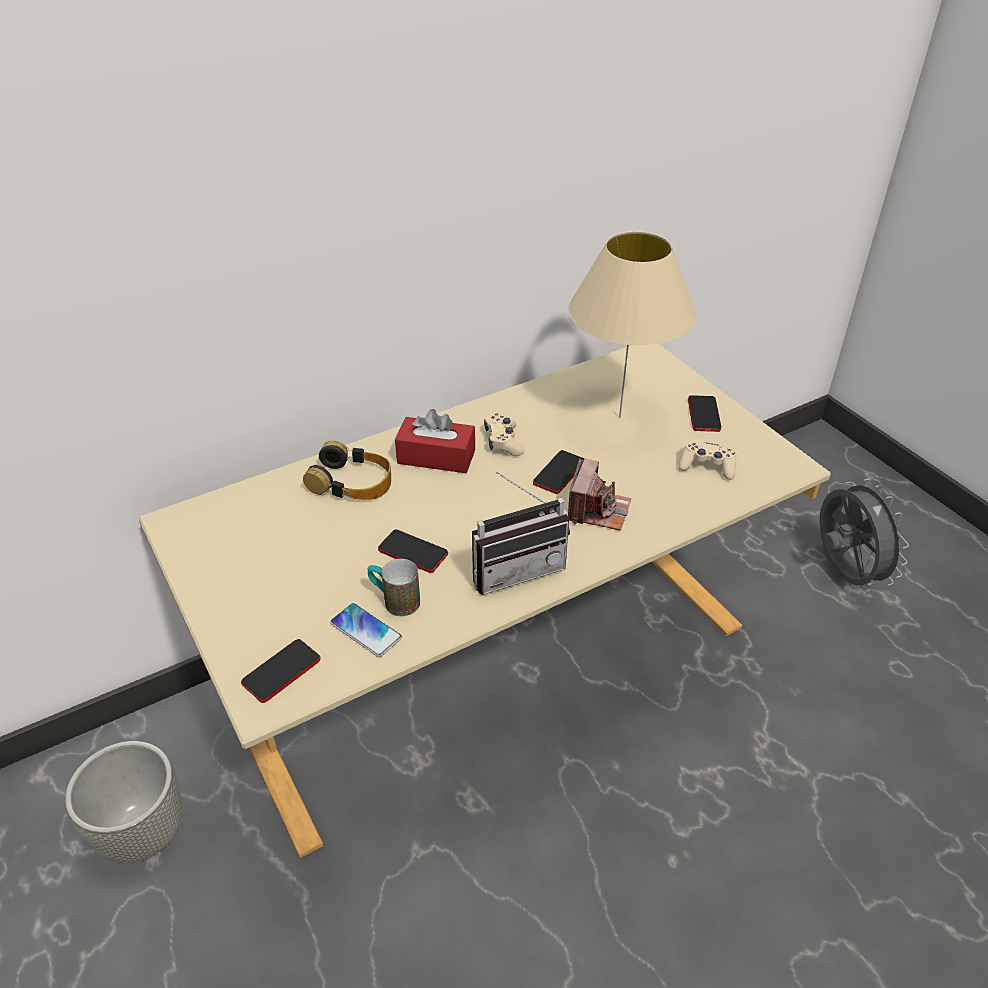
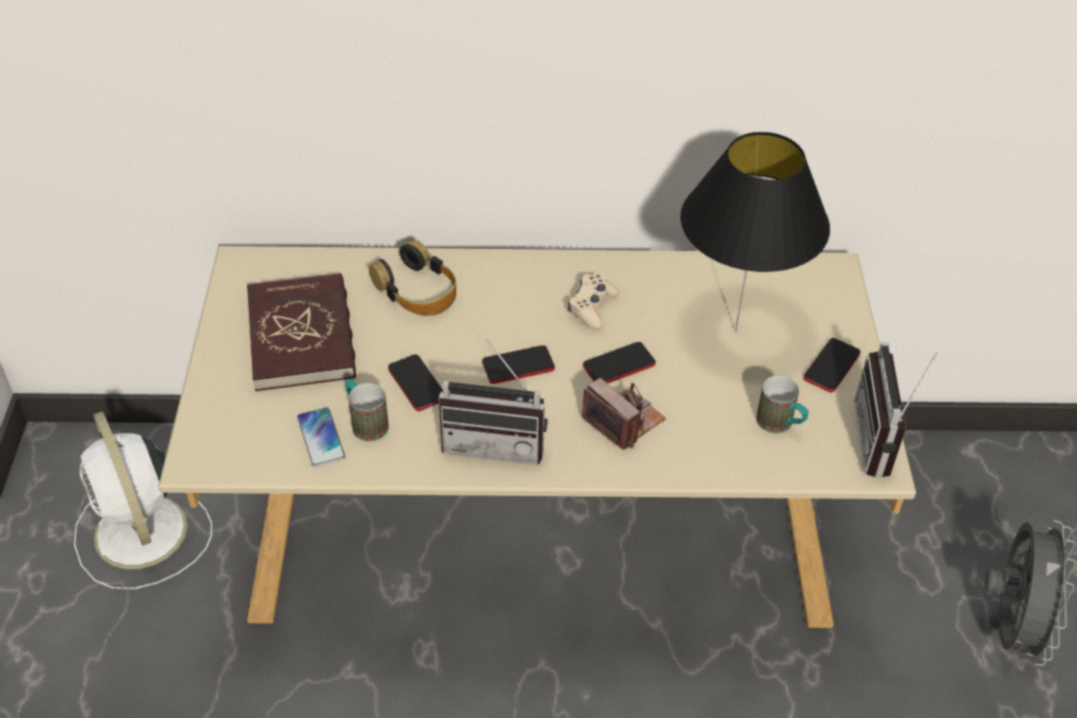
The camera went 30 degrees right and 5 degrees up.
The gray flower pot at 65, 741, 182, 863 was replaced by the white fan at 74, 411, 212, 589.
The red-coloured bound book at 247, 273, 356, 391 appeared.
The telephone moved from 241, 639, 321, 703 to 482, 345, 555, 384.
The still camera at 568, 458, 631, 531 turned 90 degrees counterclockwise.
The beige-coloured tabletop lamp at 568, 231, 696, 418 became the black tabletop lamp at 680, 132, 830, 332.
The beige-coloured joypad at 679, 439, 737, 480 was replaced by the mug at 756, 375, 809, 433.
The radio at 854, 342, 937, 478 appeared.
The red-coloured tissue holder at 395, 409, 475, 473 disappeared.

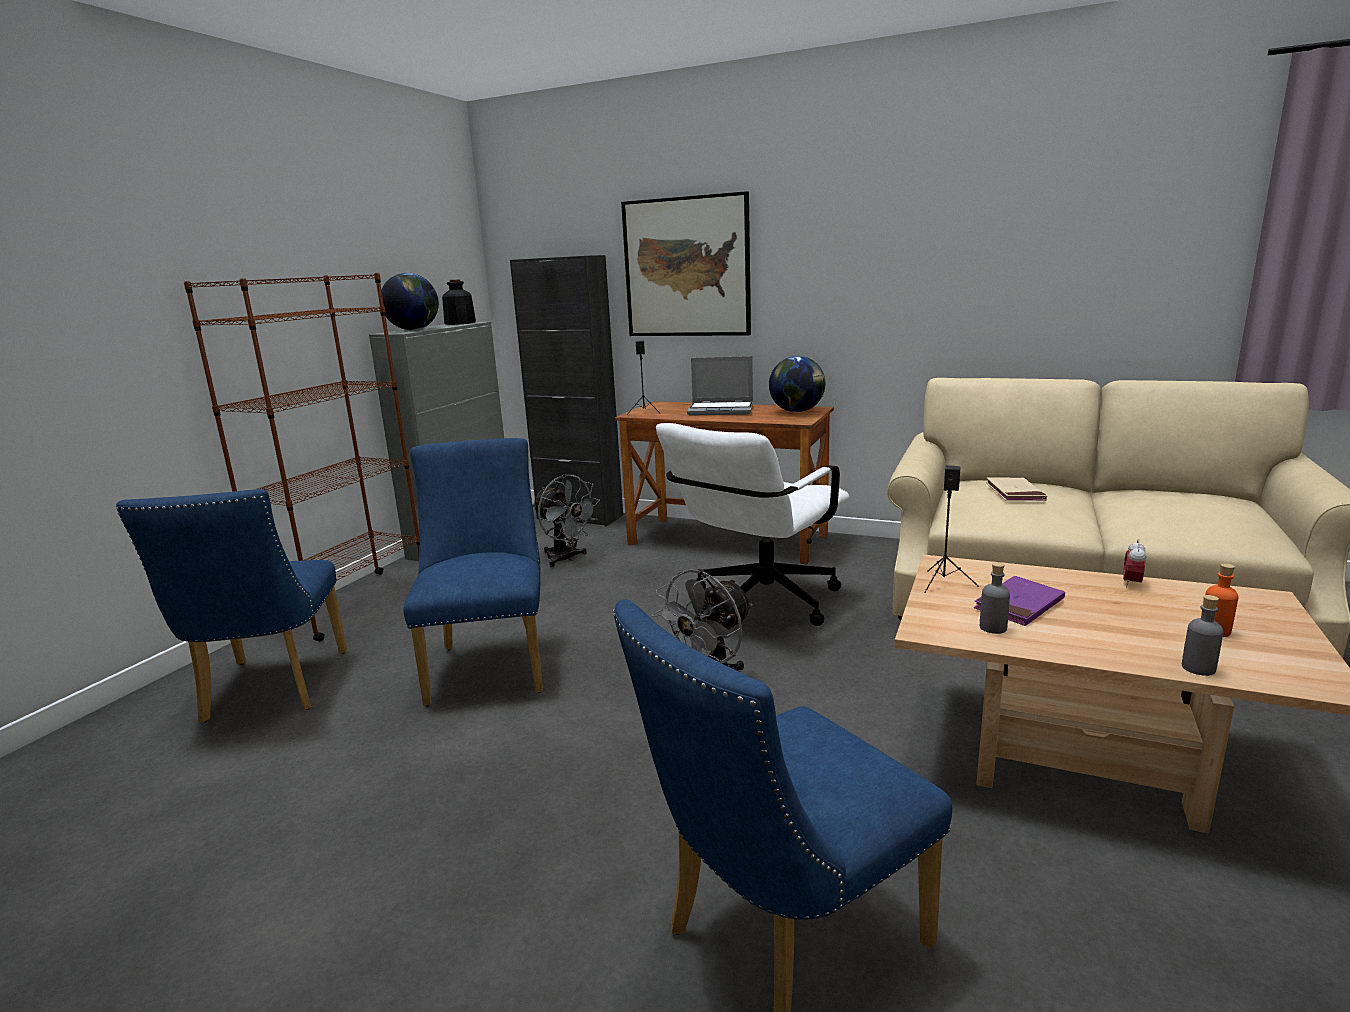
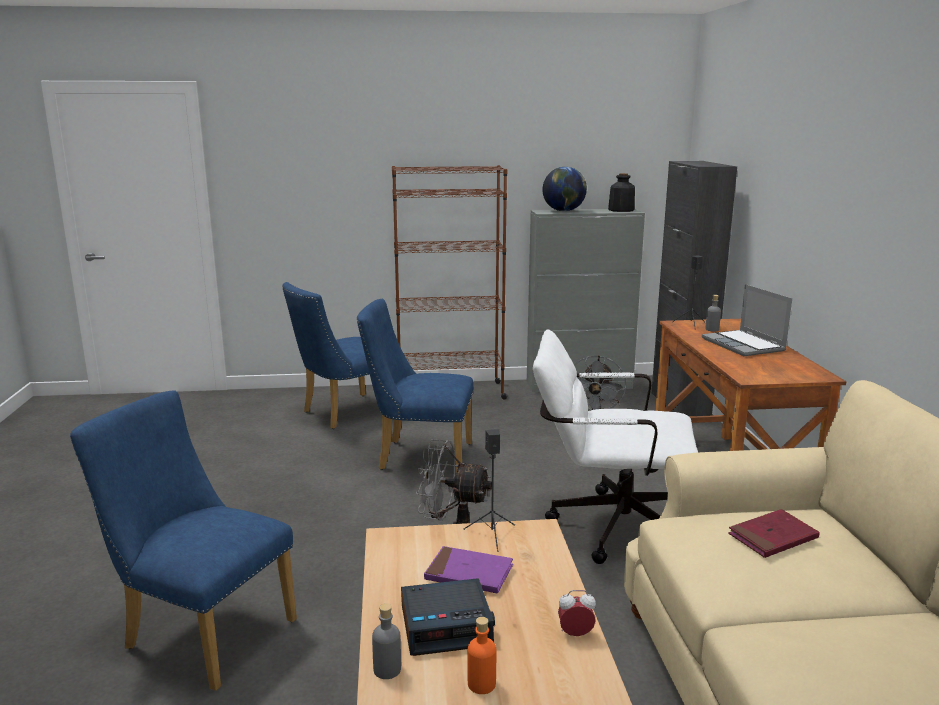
The camera went 60 degrees right and 0 degrees up.
The blue-coloured chair at 403, 438, 543, 706 turned 135 degrees counterclockwise.
The bedside clock at 401, 578, 495, 656 appeared.
The gray beverage bottle moved from 980, 562, 1010, 634 to 705, 295, 721, 331.
The beige-coloured bound book at 986, 477, 1047, 501 became the red-coloured bound book at 728, 509, 820, 558.
The picture at 621, 191, 751, 336 disappeared.
The globe at 769, 356, 825, 412 disappeared.

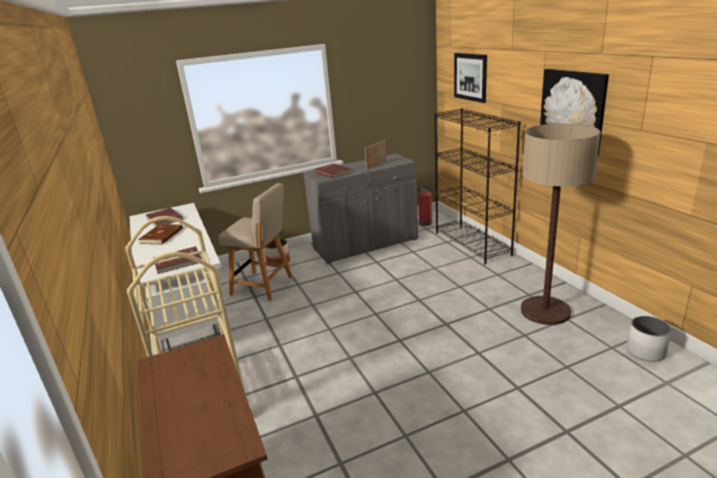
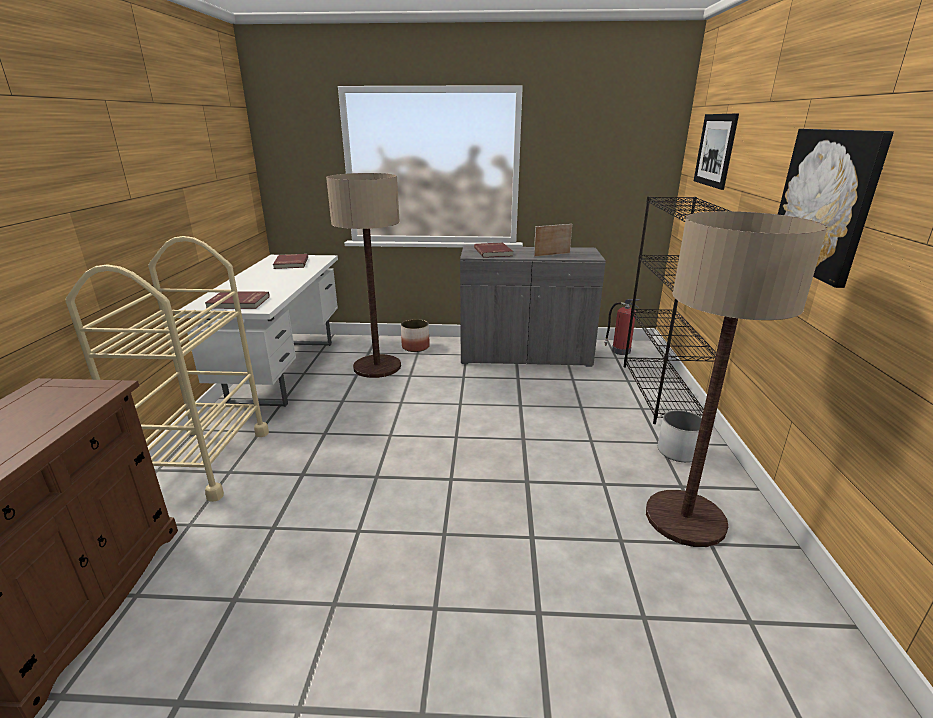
The camera went 25 degrees right and 0 degrees up.
The beige-coloured chair at 218, 183, 293, 301 was replaced by the standard lamp at 326, 173, 401, 378.
The white flower pot moved from 627, 316, 672, 361 to 658, 410, 702, 462.
The brownish bound book at 138, 224, 183, 244 disappeared.

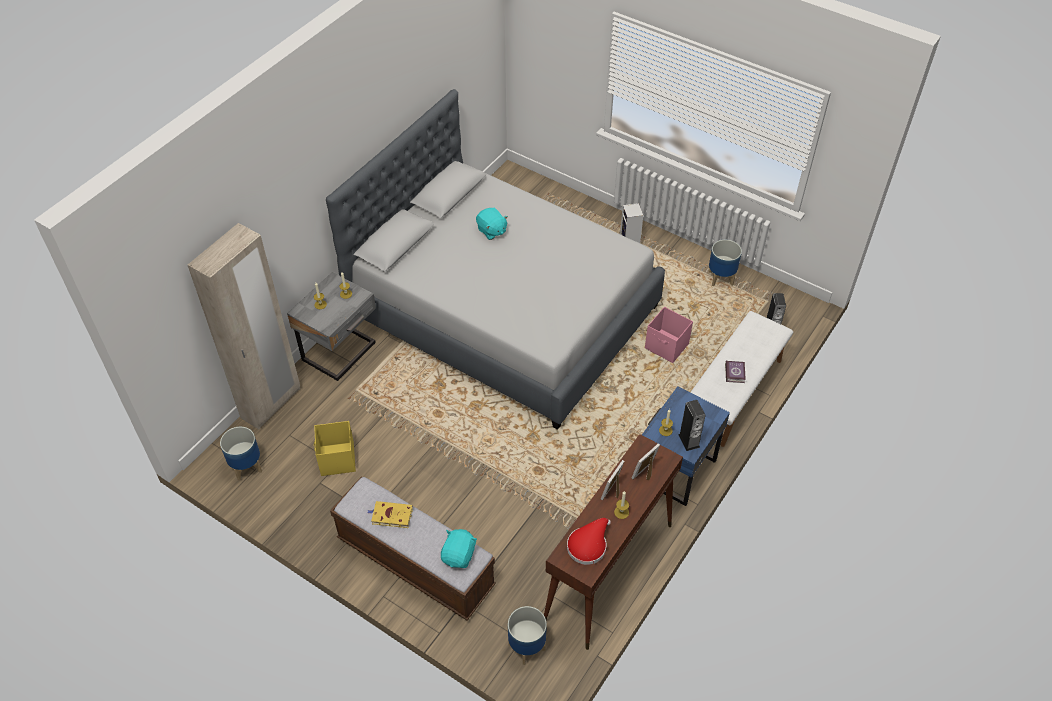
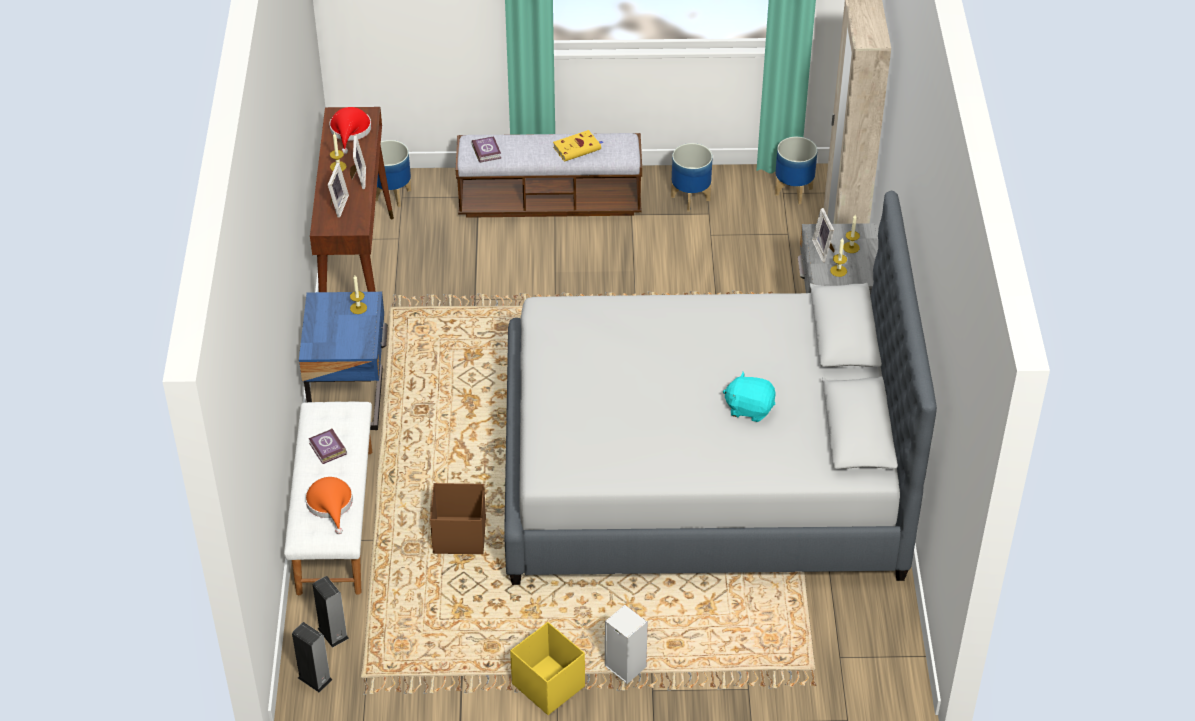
The camera went 145 degrees right and 5 degrees down.
The loudspeaker moved from 678, 400, 706, 451 to 292, 622, 333, 693.
The orangey wearable hat at 305, 477, 353, 534 appeared.
The pink storage bin at 645, 307, 693, 363 became the brownish storage bin at 430, 483, 486, 554.
The turquoise plush toy at 441, 529, 477, 568 was replaced by the bound book at 472, 136, 501, 163.
The yellow storage bin moved from 314, 421, 356, 476 to 510, 622, 585, 715.
The flower pot moved from 709, 240, 742, 286 to 671, 143, 713, 212.
The standing frame at 812, 208, 835, 262 appeared.

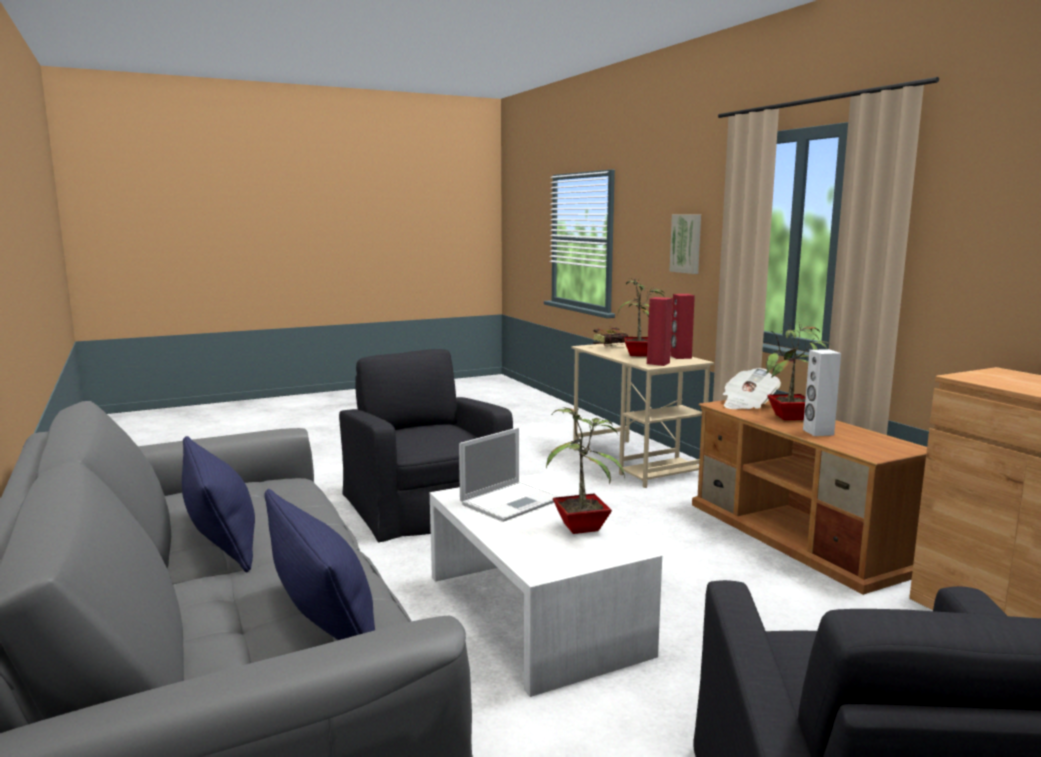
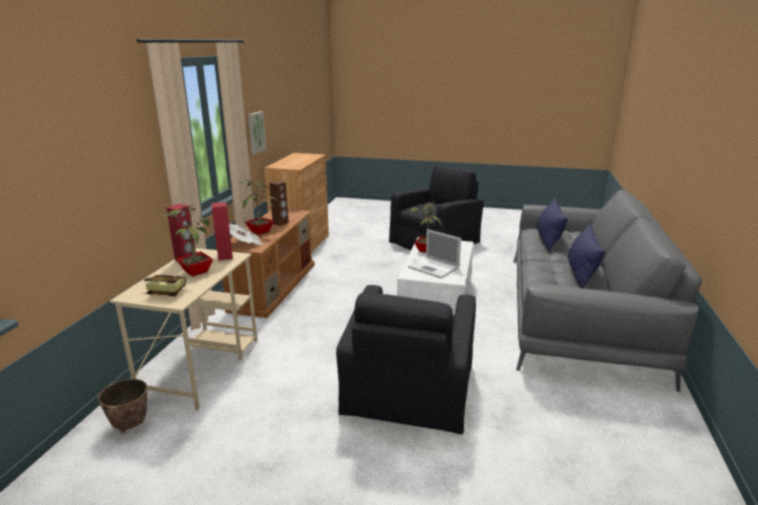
The camera went 140 degrees left and 10 degrees up.
The flower pot at 98, 379, 147, 433 appeared.
The picture moved from 670, 215, 701, 274 to 248, 111, 266, 154.
The white loudspeaker at 803, 349, 841, 436 became the brownish loudspeaker at 269, 181, 289, 226.
The notebook computer at 459, 427, 560, 522 turned 135 degrees counterclockwise.

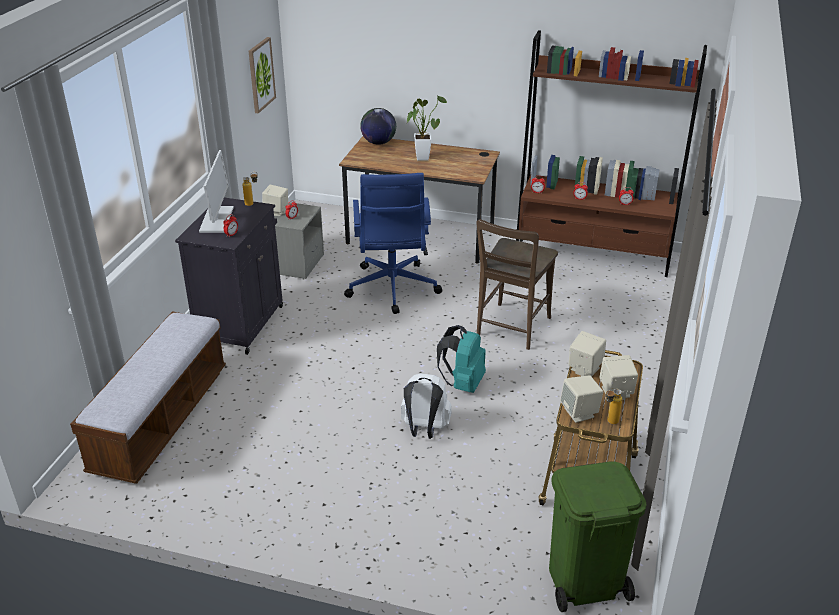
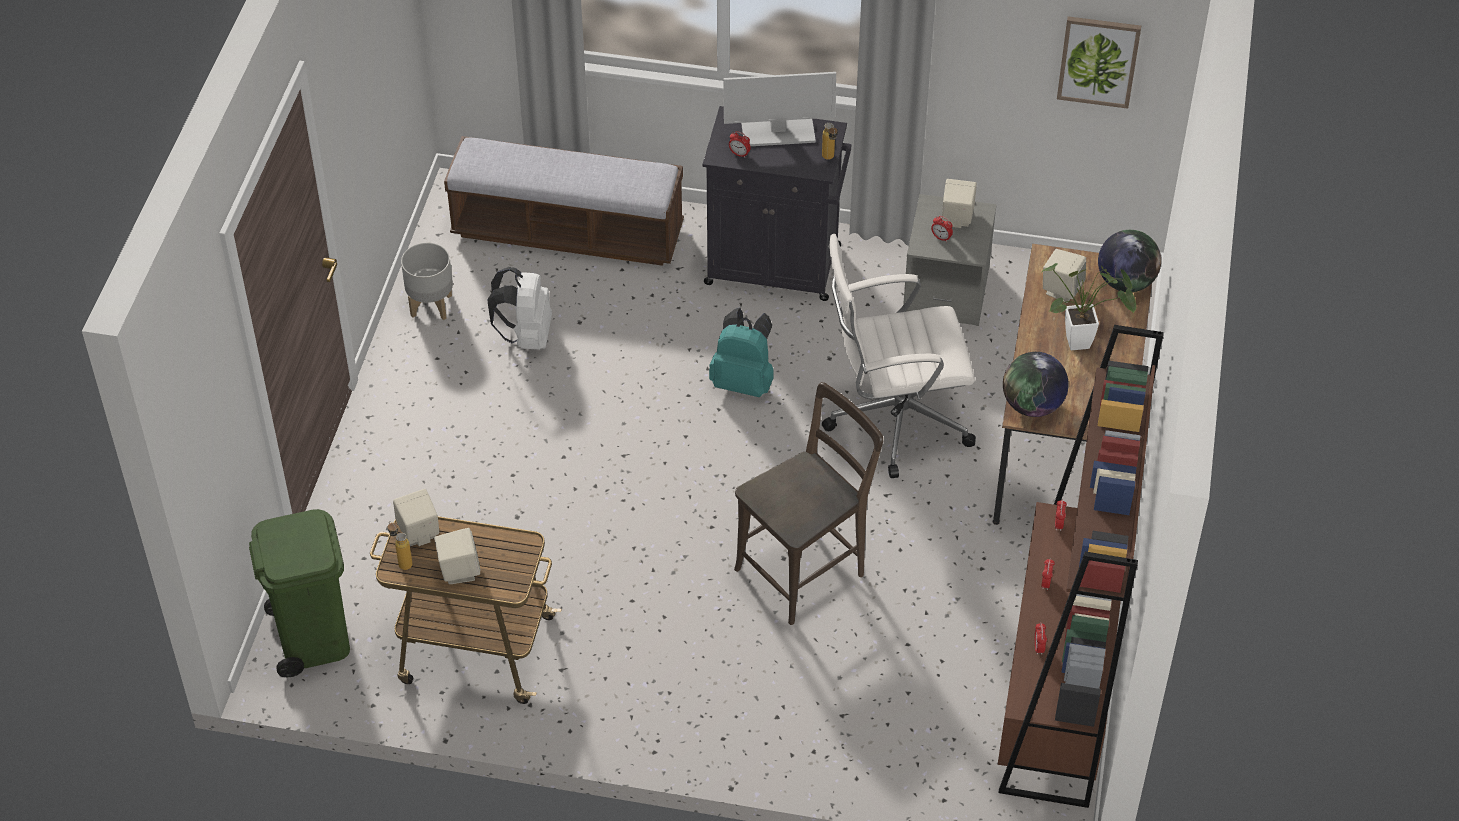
The camera went 85 degrees right and 15 degrees up.
The gray flower pot at 401, 243, 453, 320 appeared.
The white knapsack moved from 401, 373, 452, 439 to 487, 267, 552, 350.
The turquoise knapsack moved from 437, 325, 486, 393 to 709, 307, 774, 397.
The brownish chair at 476, 219, 558, 350 turned 120 degrees clockwise.
The blue-coloured computer chair at 344, 173, 442, 314 became the white computer chair at 822, 234, 976, 478.
The globe at 1003, 352, 1069, 417 appeared.
The beige-coloured loudspeaker moved from 569, 331, 606, 377 to 1043, 249, 1086, 303.

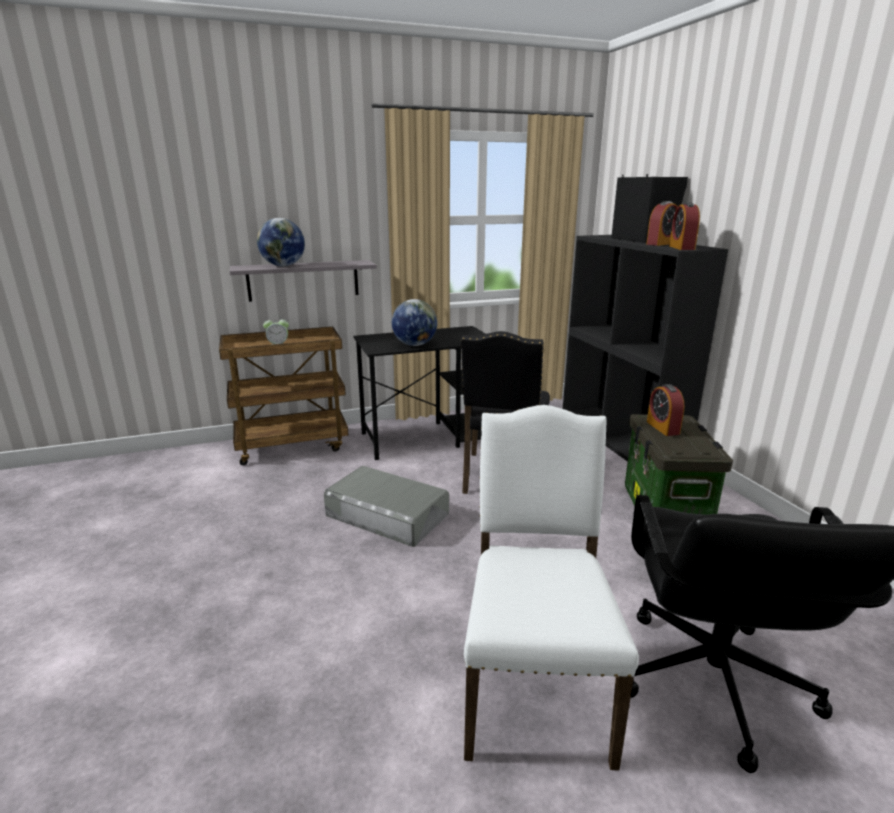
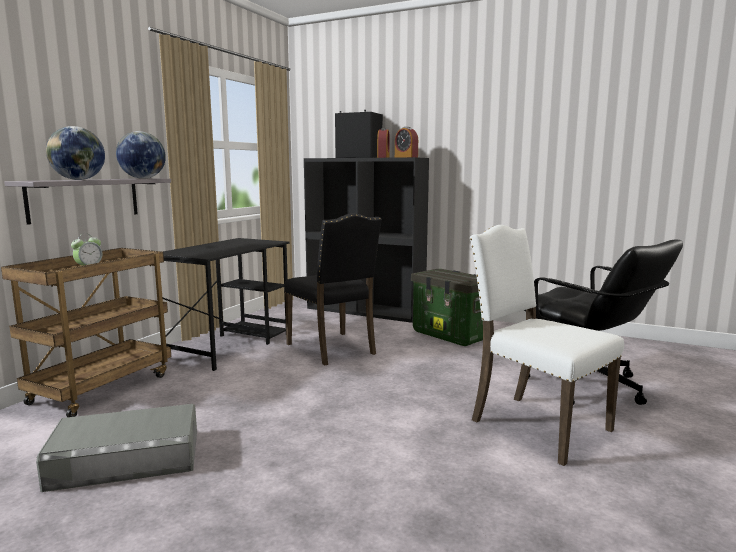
The camera went 45 degrees left and 10 degrees down.
The gray storage bin moved from 324, 466, 449, 547 to 36, 404, 197, 492.
The globe moved from 392, 299, 437, 346 to 116, 131, 166, 179.
The bedside clock at 647, 384, 684, 436 disappeared.

